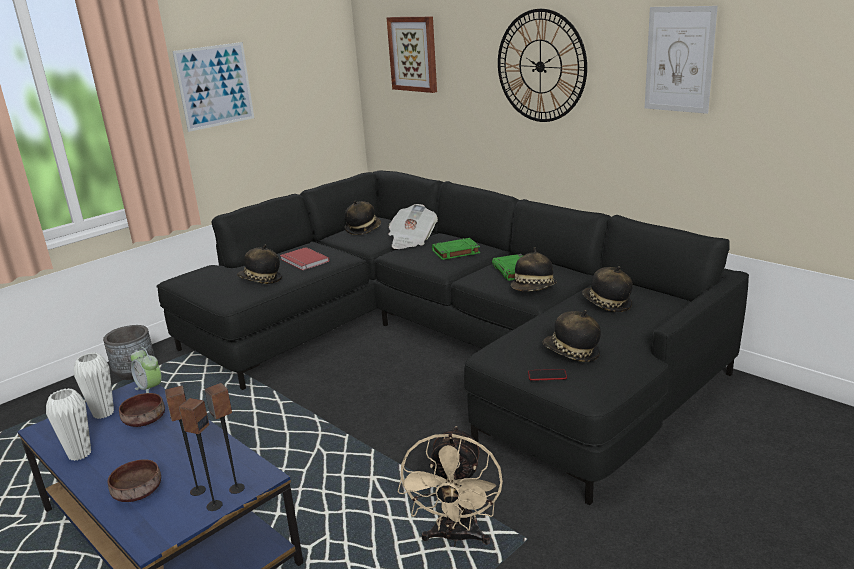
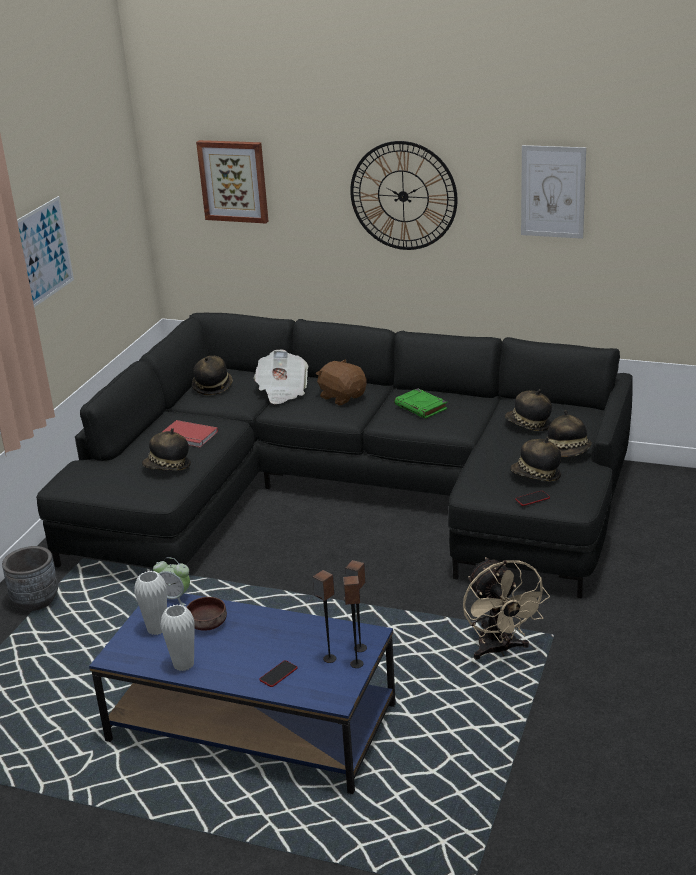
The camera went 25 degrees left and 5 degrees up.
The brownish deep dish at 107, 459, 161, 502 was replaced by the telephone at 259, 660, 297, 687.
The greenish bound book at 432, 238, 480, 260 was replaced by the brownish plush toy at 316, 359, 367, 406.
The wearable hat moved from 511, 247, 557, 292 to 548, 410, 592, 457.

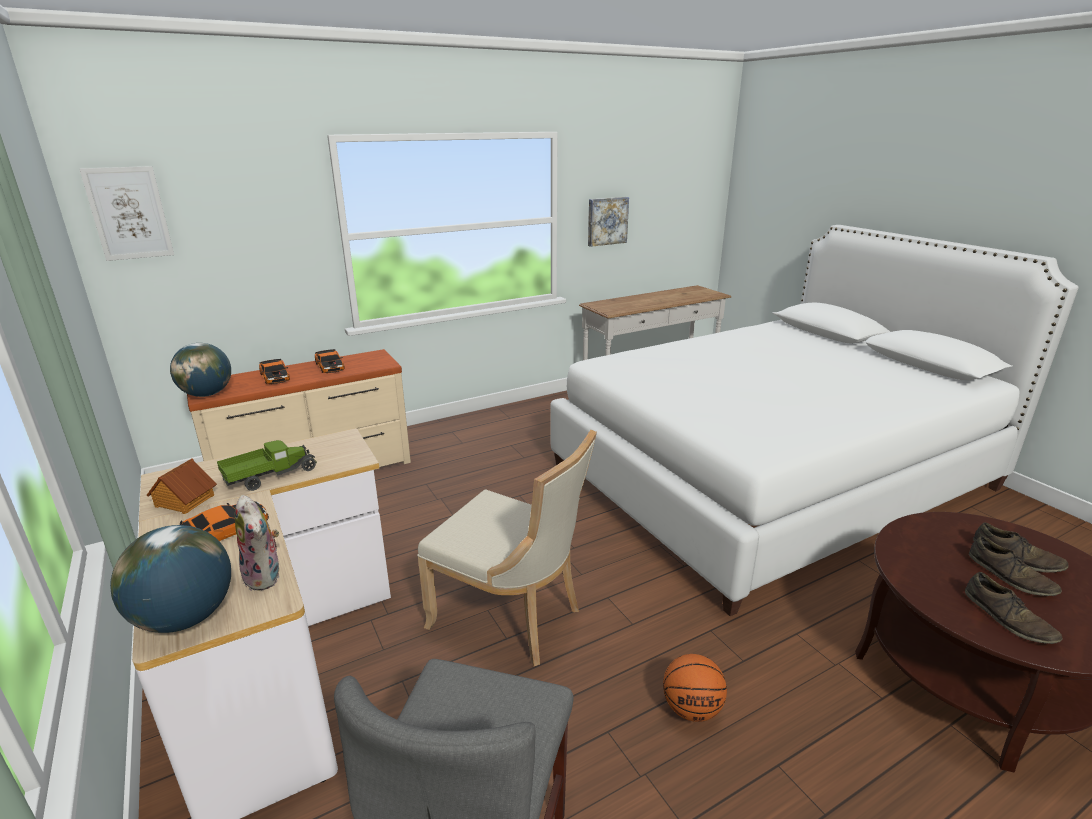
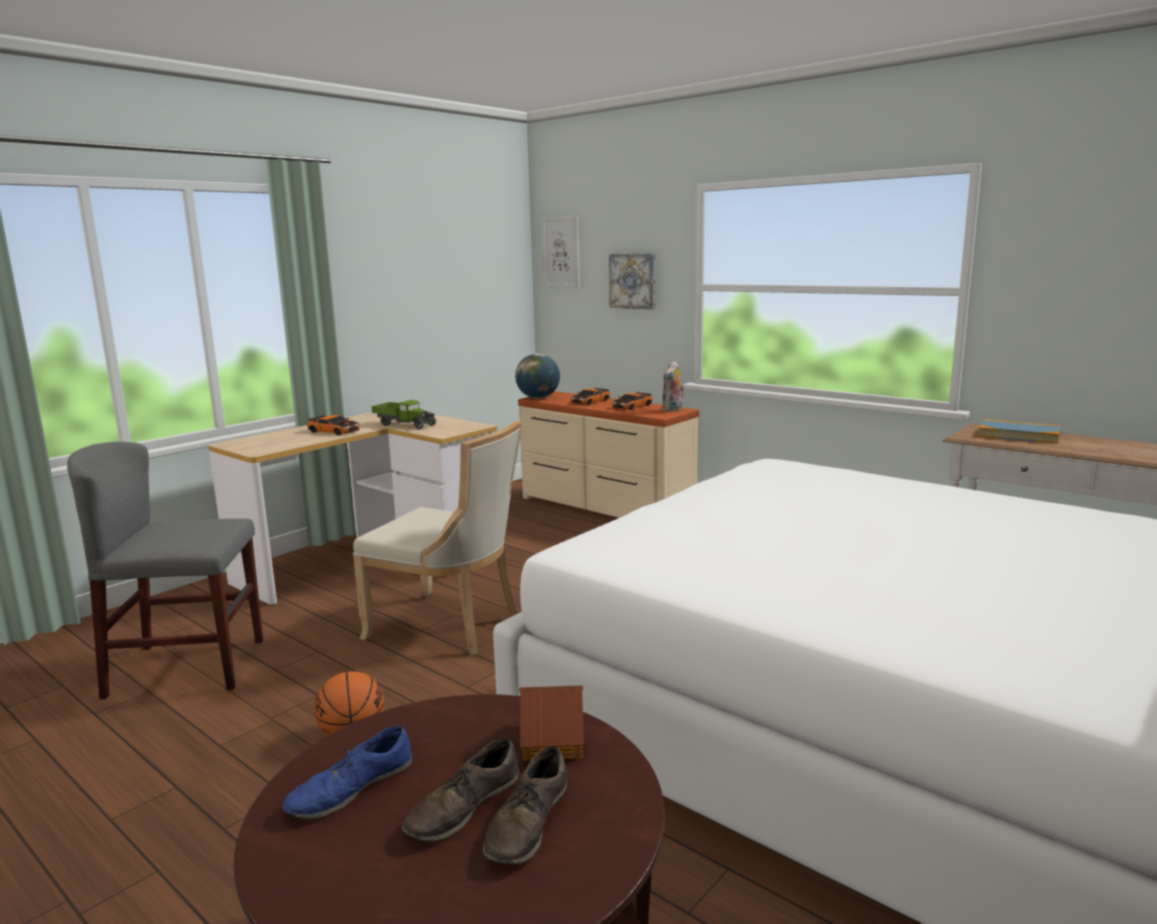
The camera went 70 degrees right and 10 degrees down.
The brownish item of footwear at 965, 572, 1063, 644 became the blue-coloured item of footwear at 282, 725, 412, 820.
The beige-coloured chair at 417, 430, 597, 666 turned 75 degrees counterclockwise.
The model house moved from 147, 459, 217, 514 to 519, 685, 584, 761.
The picture moved from 588, 197, 629, 247 to 609, 253, 656, 309.
The plush toy moved from 235, 495, 279, 591 to 662, 361, 684, 412.
The bound book at 978, 419, 1061, 444 appeared.
The globe at 110, 525, 231, 633 disappeared.

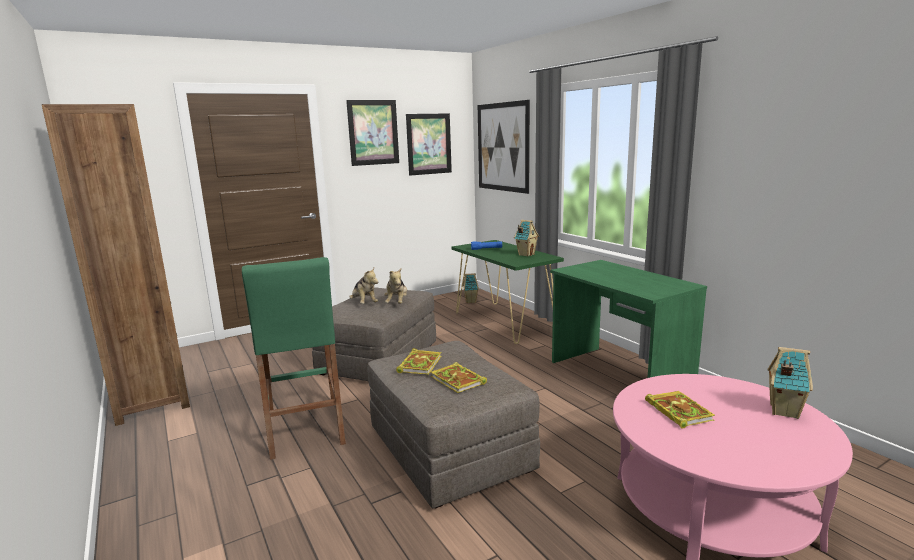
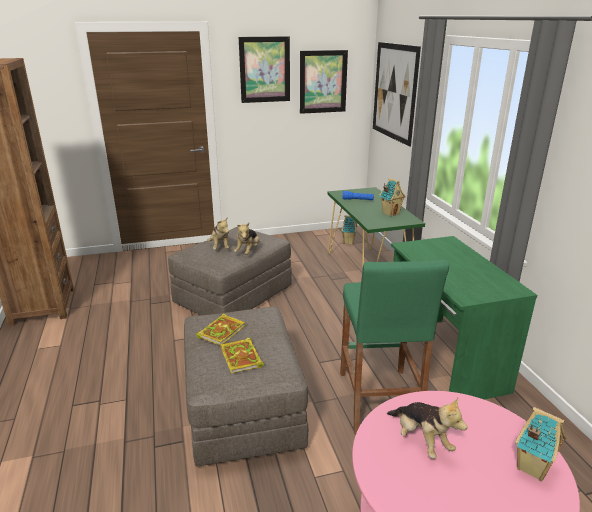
The camera went 15 degrees right and 10 degrees up.
The greenish stool moved from 242, 257, 346, 460 to 340, 259, 449, 434.
The bound book at 645, 391, 715, 429 was replaced by the plush toy at 387, 398, 467, 459.

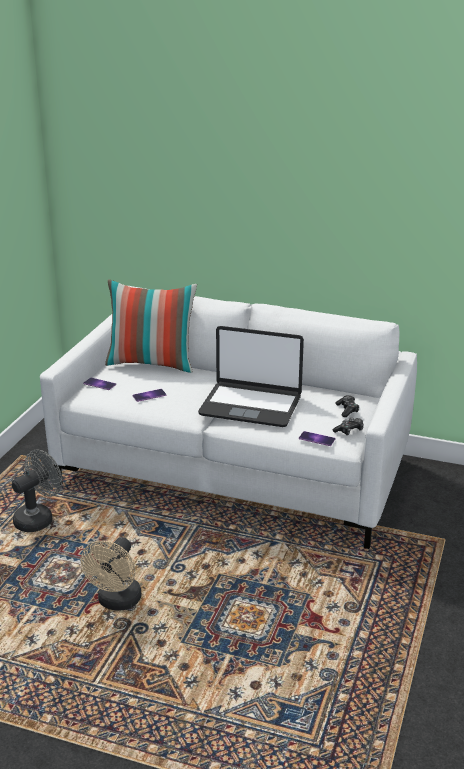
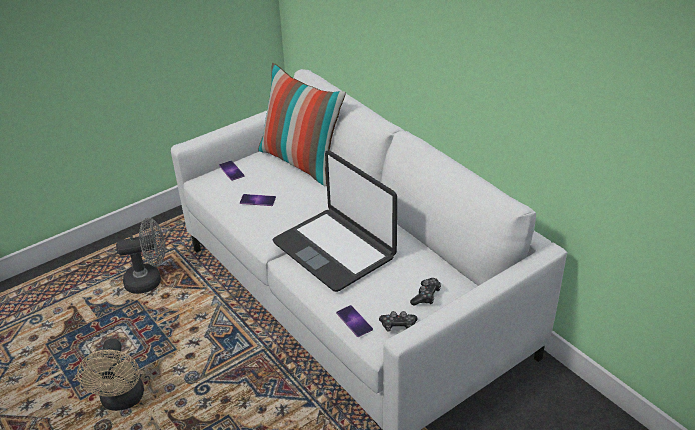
The camera went 35 degrees right and 10 degrees up.
The beige-coloured fan at 81, 537, 142, 610 turned 60 degrees counterclockwise.

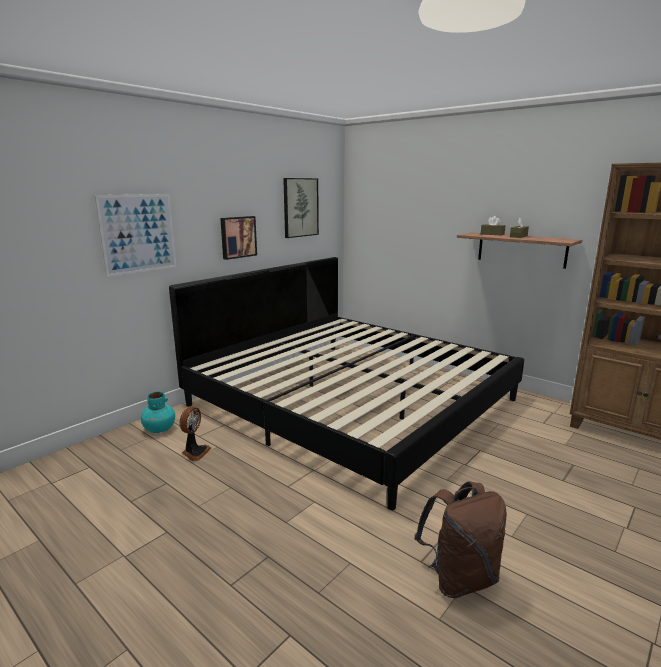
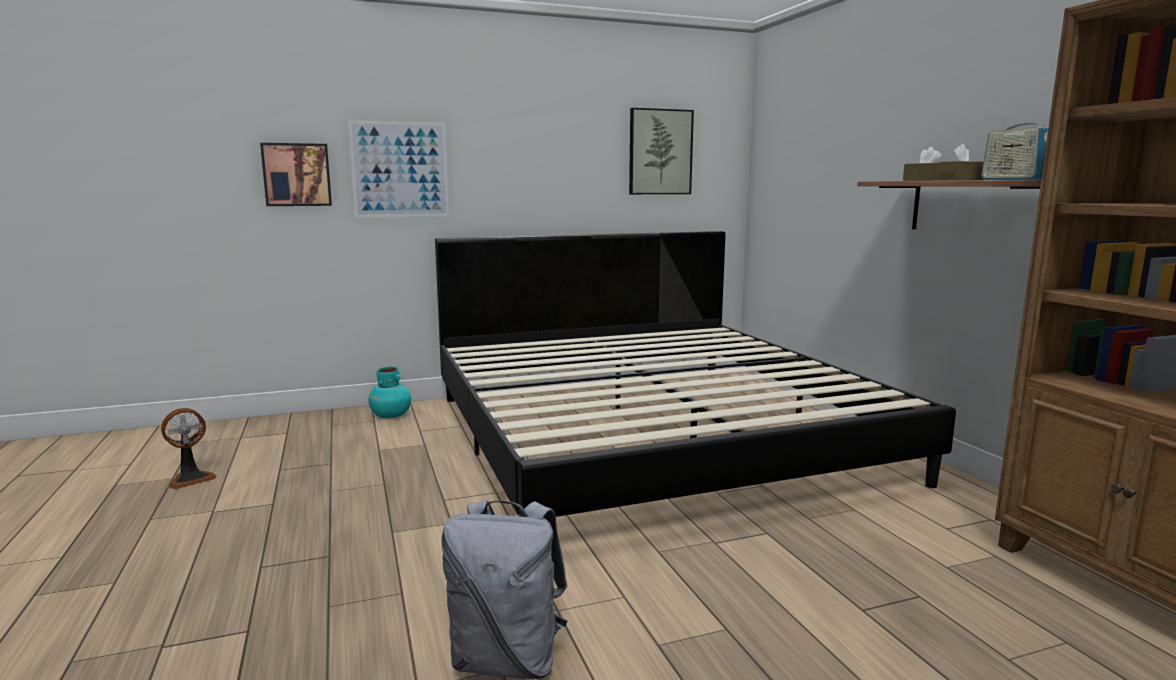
The camera went 30 degrees right and 5 degrees down.
The fan moved from 179, 406, 211, 461 to 161, 408, 217, 489.
The picture moved from 220, 216, 257, 260 to 260, 143, 332, 206.
The brownish knapsack at 414, 481, 507, 598 became the gray knapsack at 441, 499, 568, 679.
The radio at 981, 119, 1049, 180 appeared.

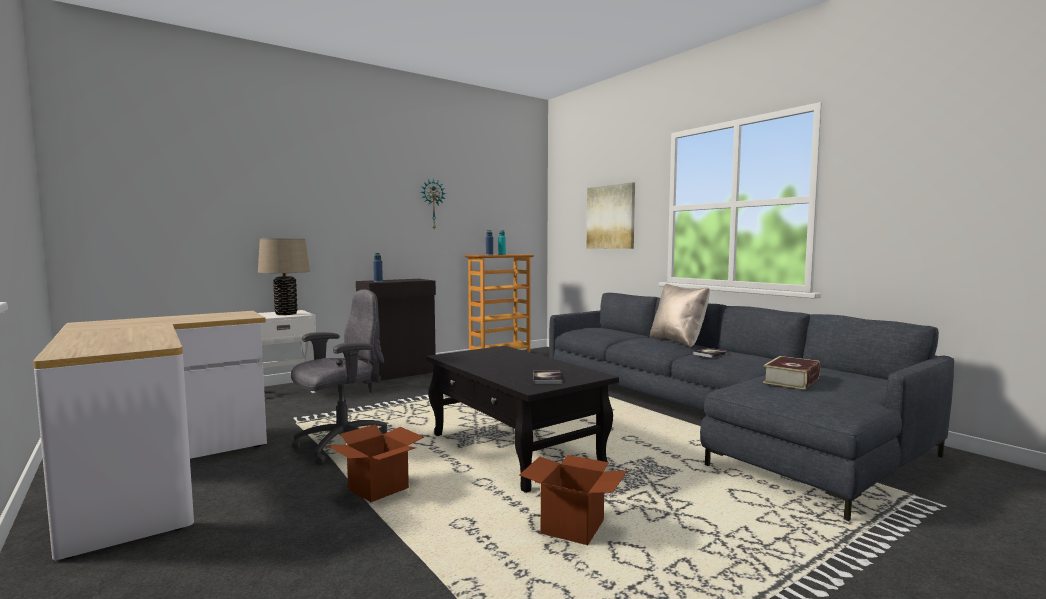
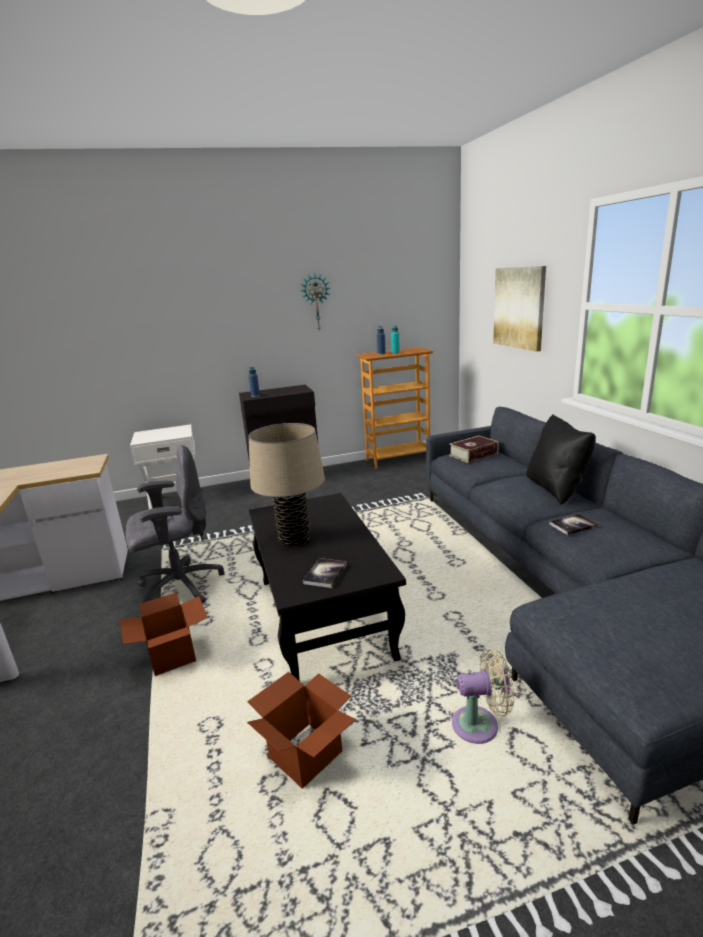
The camera went 20 degrees right and 15 degrees up.
The beige-coloured tabletop lamp moved from 258, 239, 310, 315 to 249, 423, 325, 547.
The bound book moved from 763, 356, 820, 390 to 449, 436, 499, 463.
The beige-coloured fan at 452, 649, 514, 744 appeared.
The beige-coloured throw pillow at 650, 284, 710, 347 became the black throw pillow at 526, 414, 596, 505.

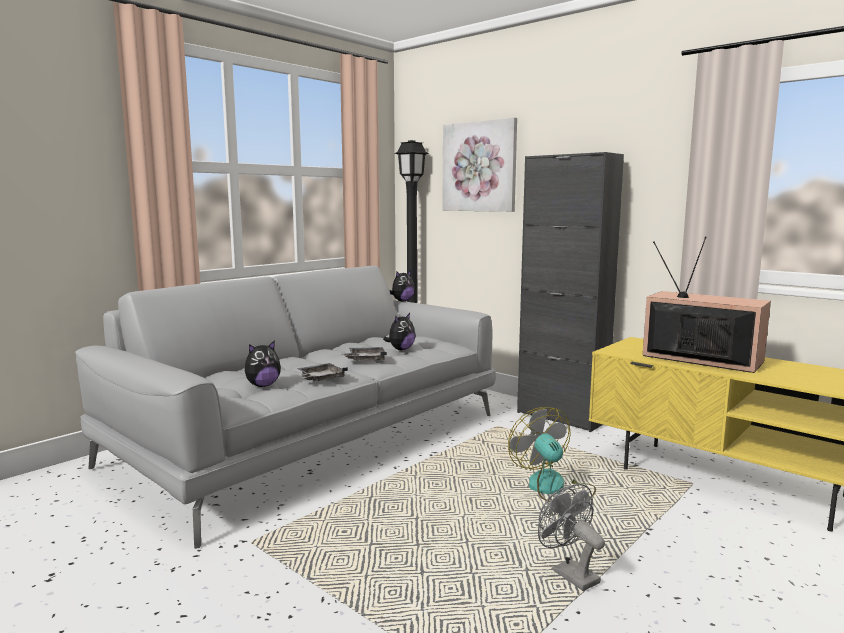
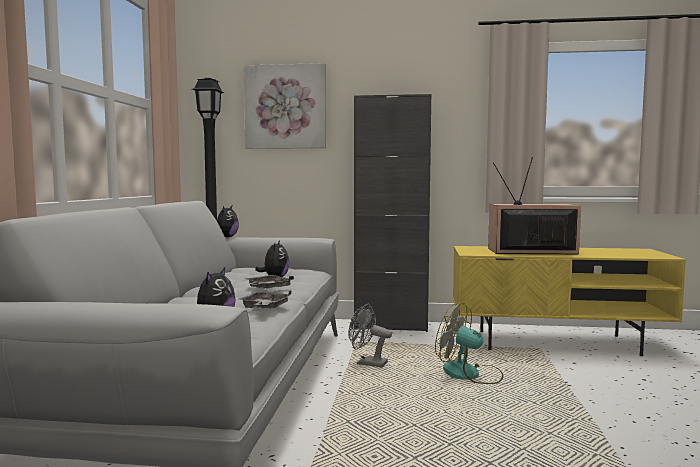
The camera went 35 degrees left and 5 degrees down.
The gray fan moved from 538, 484, 605, 591 to 348, 304, 392, 368.

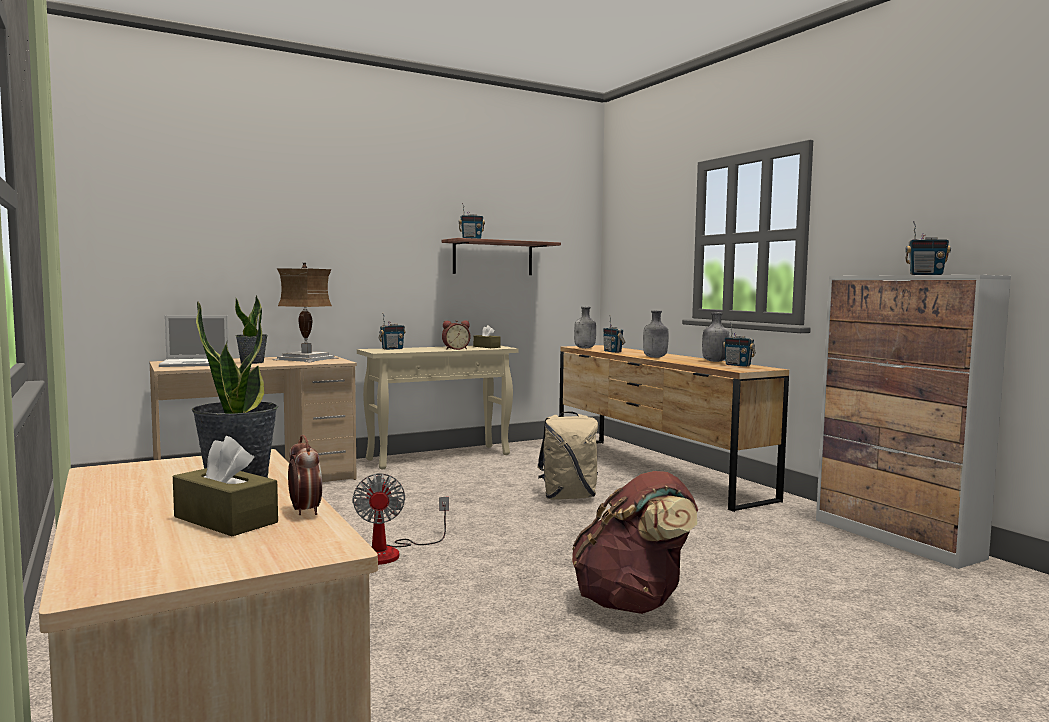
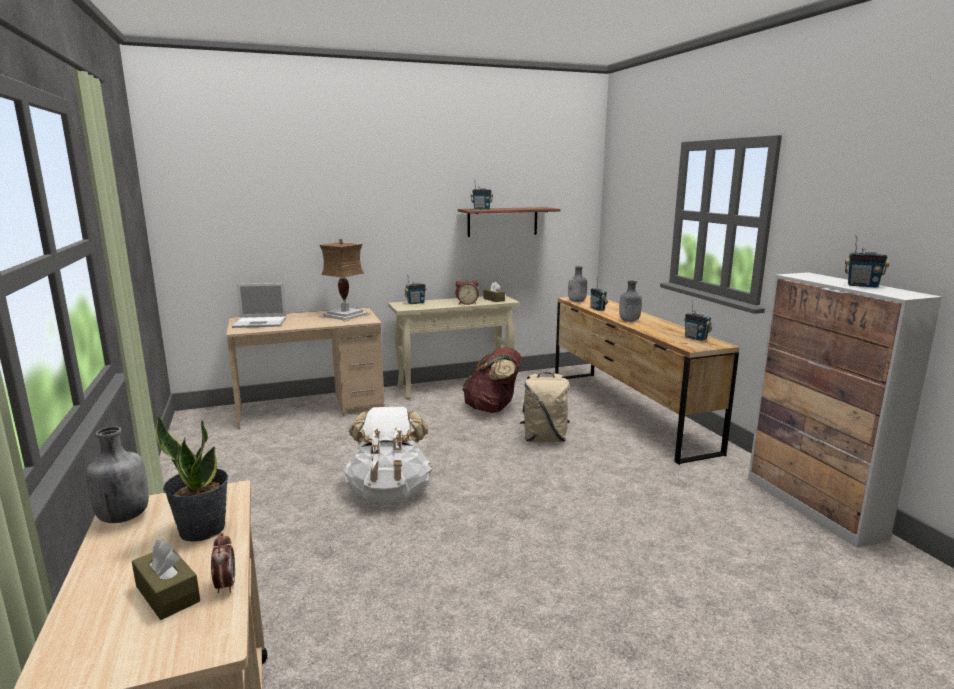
The camera went 10 degrees right and 10 degrees up.
The gray beverage bottle moved from 702, 312, 729, 362 to 86, 426, 149, 523.
The fan at 352, 473, 449, 565 was replaced by the white knapsack at 343, 407, 432, 503.
The brownish knapsack moved from 572, 471, 698, 614 to 463, 347, 522, 413.
The houseplant at 235, 296, 268, 364 disappeared.

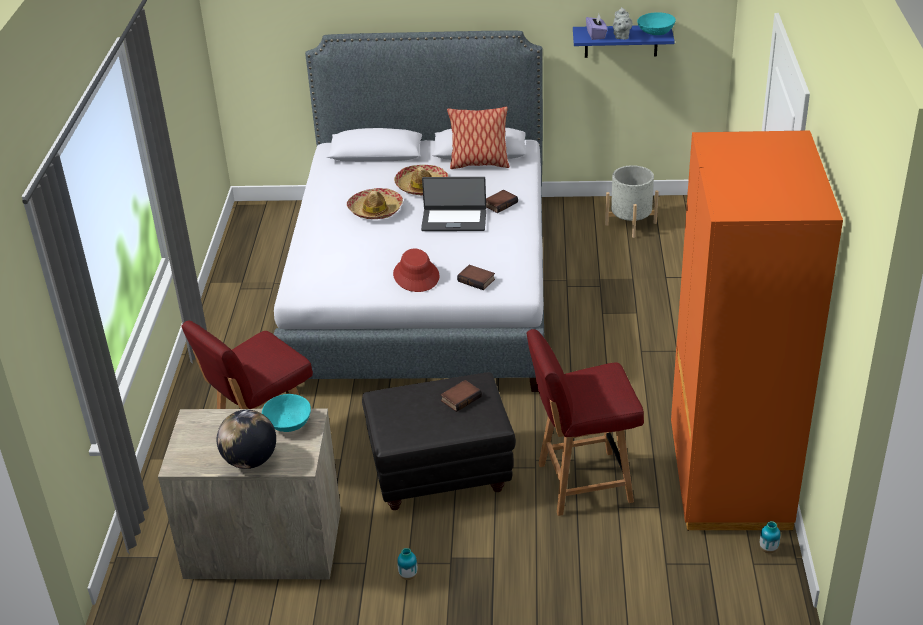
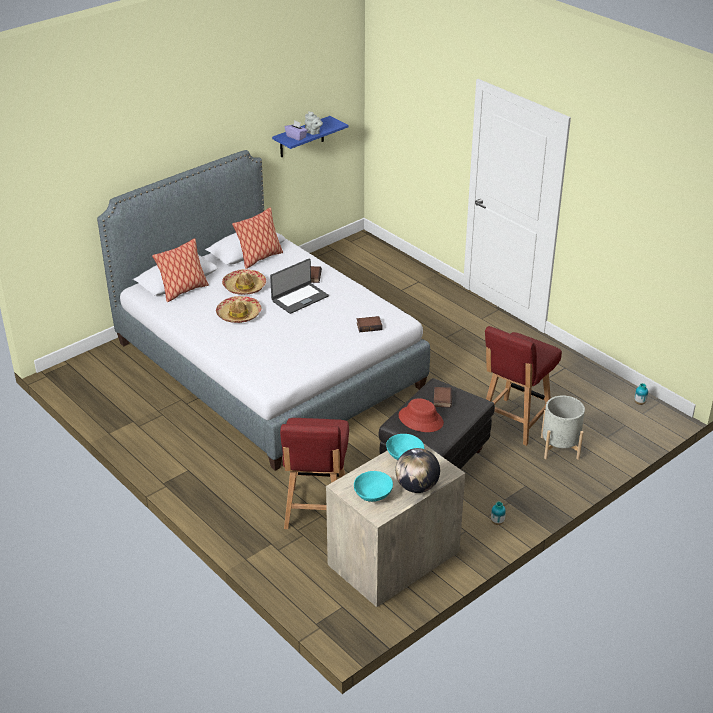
The camera went 45 degrees left and 0 degrees up.
The throw pillow at 152, 238, 209, 302 appeared.
The turquoise deep dish moved from 637, 12, 676, 35 to 354, 471, 393, 502.
The red-coloured wearable hat moved from 393, 249, 439, 292 to 399, 398, 444, 432.
The gray flower pot moved from 605, 165, 659, 238 to 541, 396, 585, 460.
The orangey clothes cupboard at 671, 130, 843, 531 disappeared.

